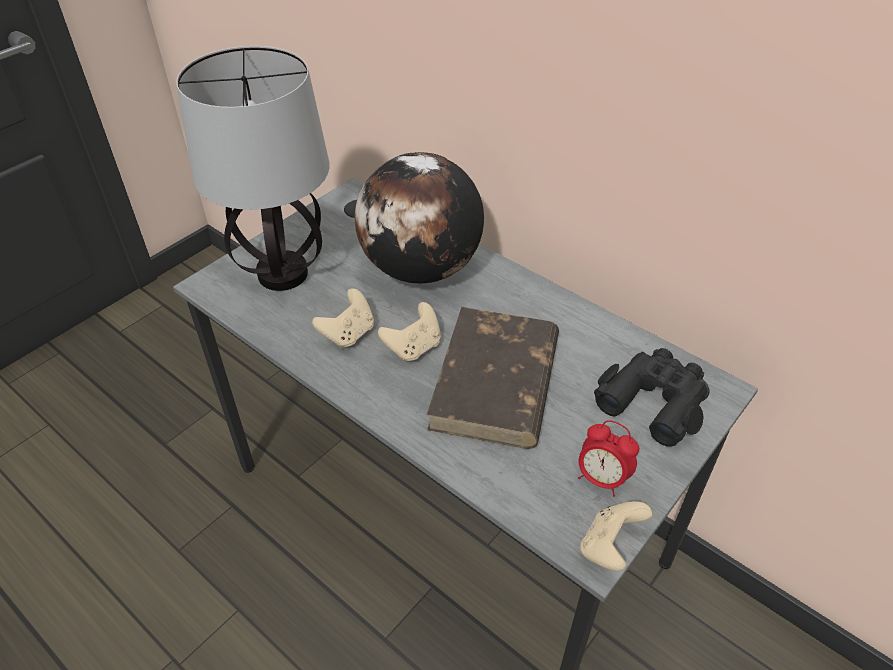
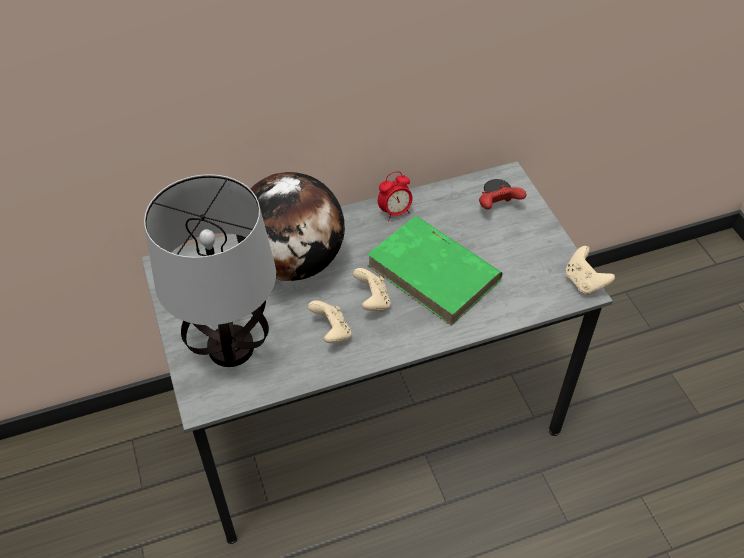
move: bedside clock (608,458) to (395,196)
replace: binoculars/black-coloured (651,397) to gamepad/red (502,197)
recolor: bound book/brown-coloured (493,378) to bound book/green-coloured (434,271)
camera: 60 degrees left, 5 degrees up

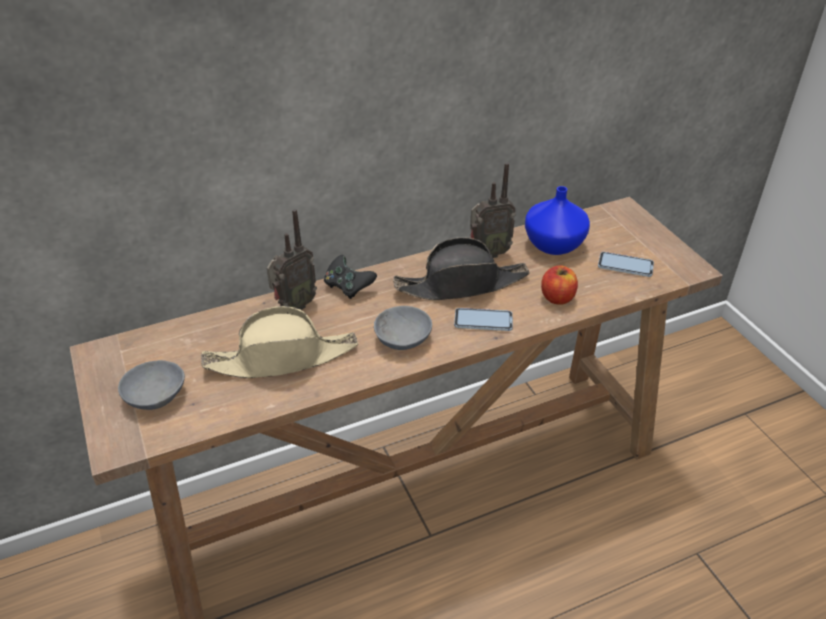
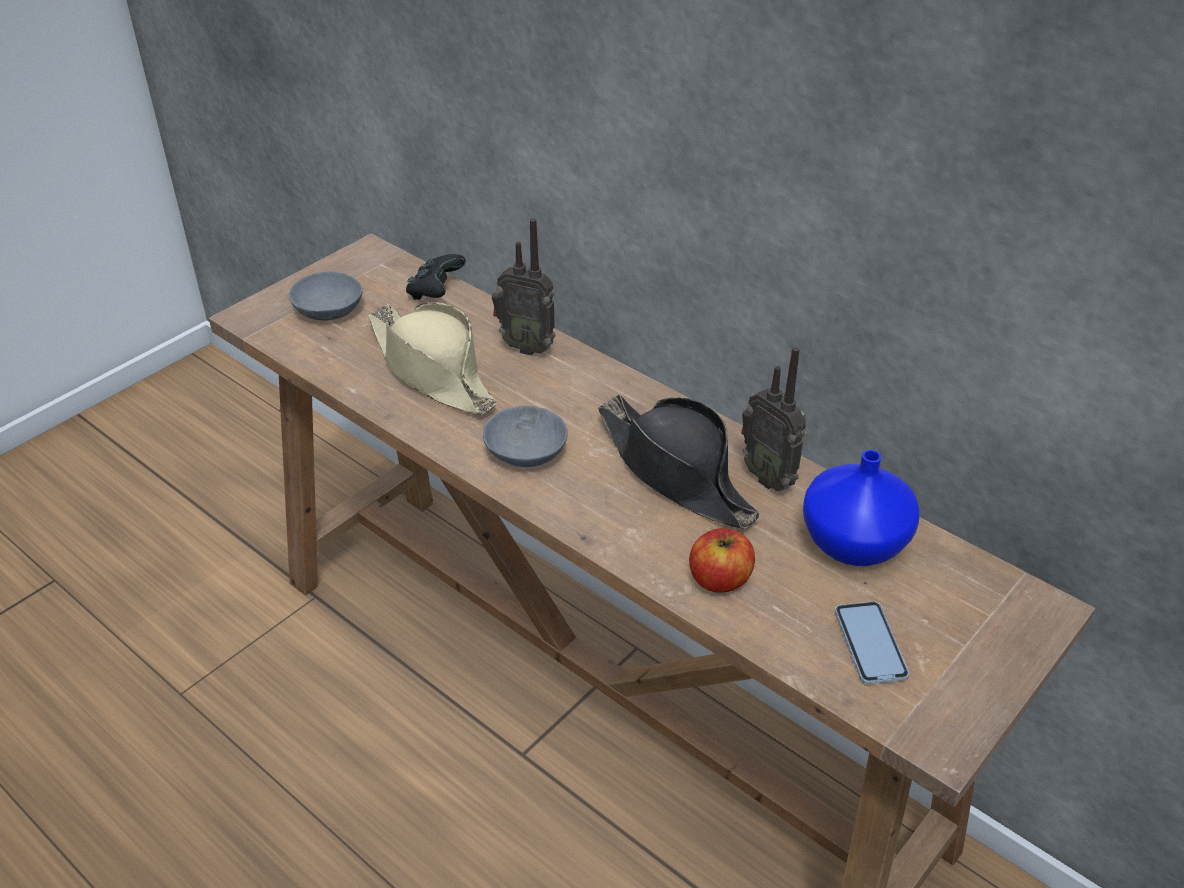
delete: handset (483,319)
move: gamepad/black-coloured (350,277) to (436,277)
camera: 65 degrees right, 0 degrees up

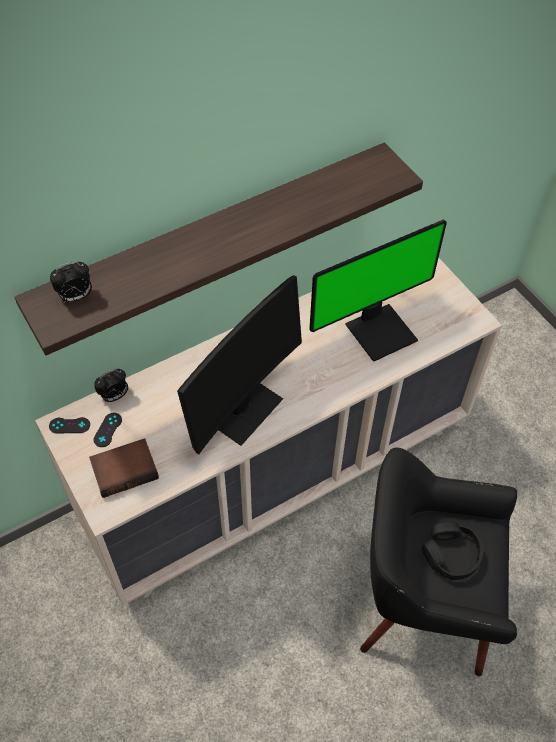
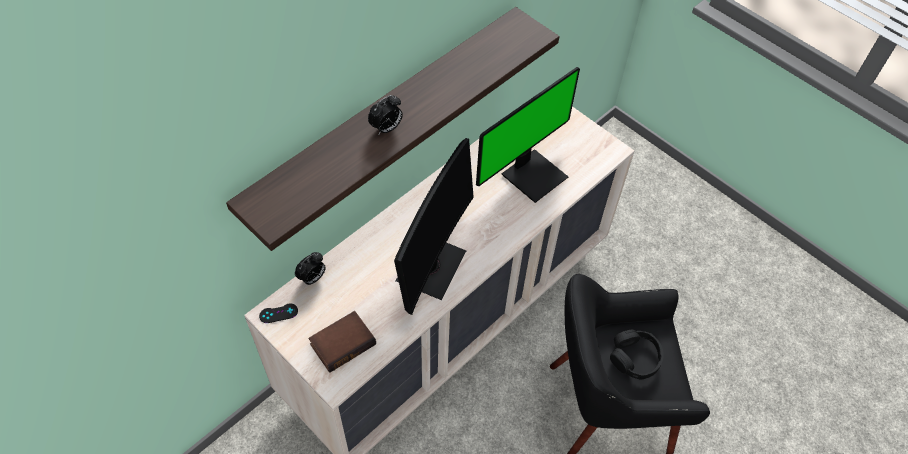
delete: gamepad/black-coloured (108,430)
move: bedside clock (71,282) to (385,114)
camera: 15 degrees left, 0 degrees up

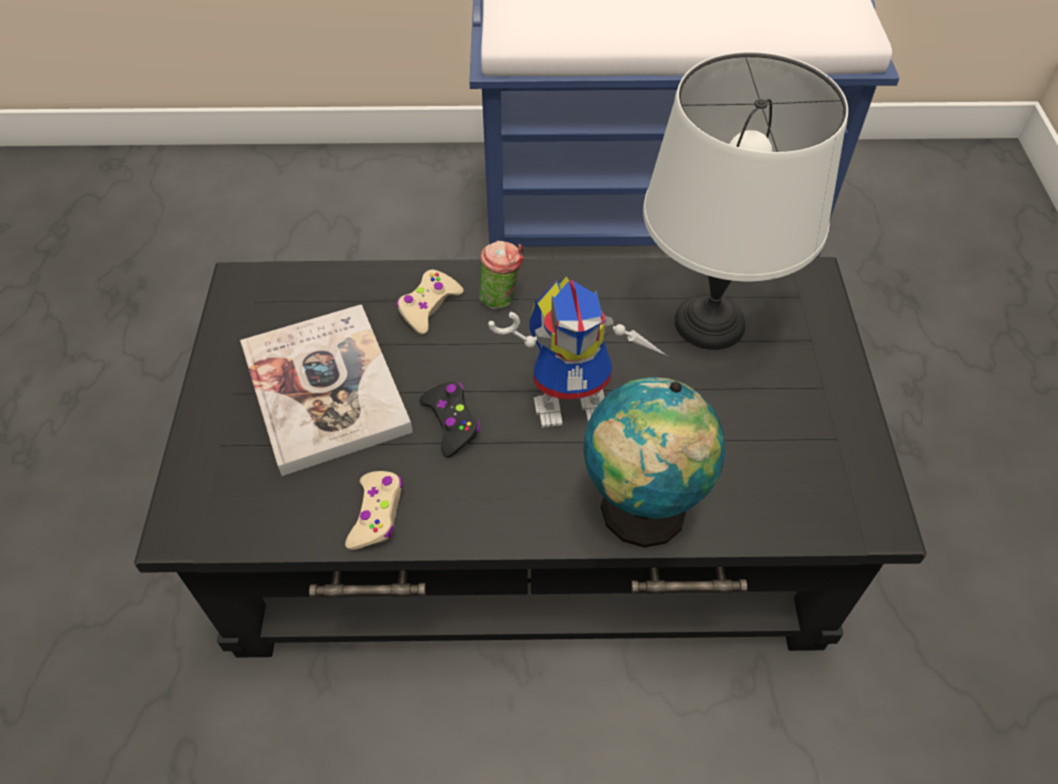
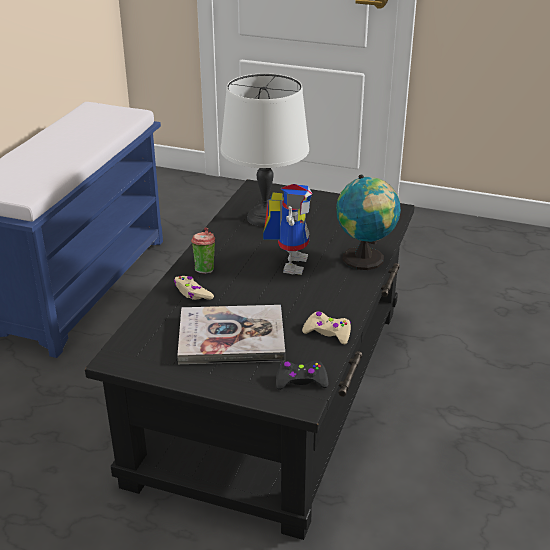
move: gamepad/black-coloured (449,420) to (302,375)
camera: 70 degrees left, 20 degrees down

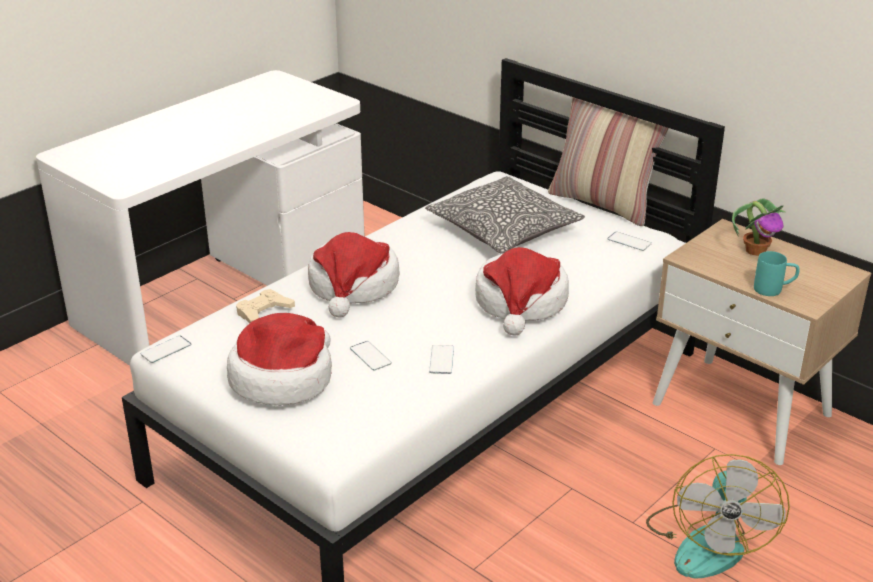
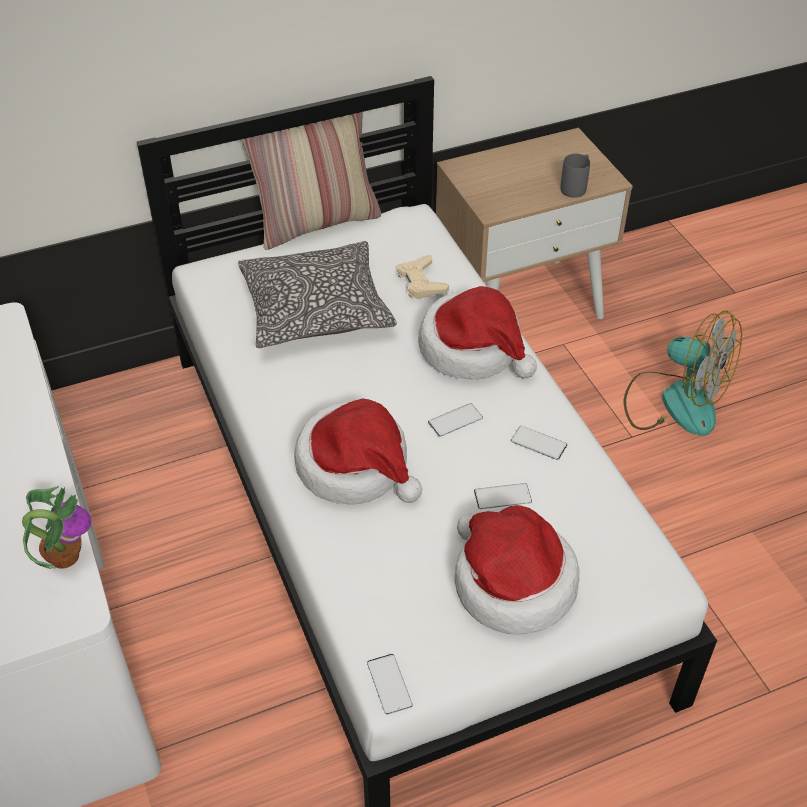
move: gamepad/sand-coloured (265,306) to (423,277); handset (629,241) to (455,420); plant in a pot (758,227) to (56,527)
recolor: mug/turquoise-coloured (777,273) to mug/gray (575,176)
camera: 65 degrees left, 15 degrees up

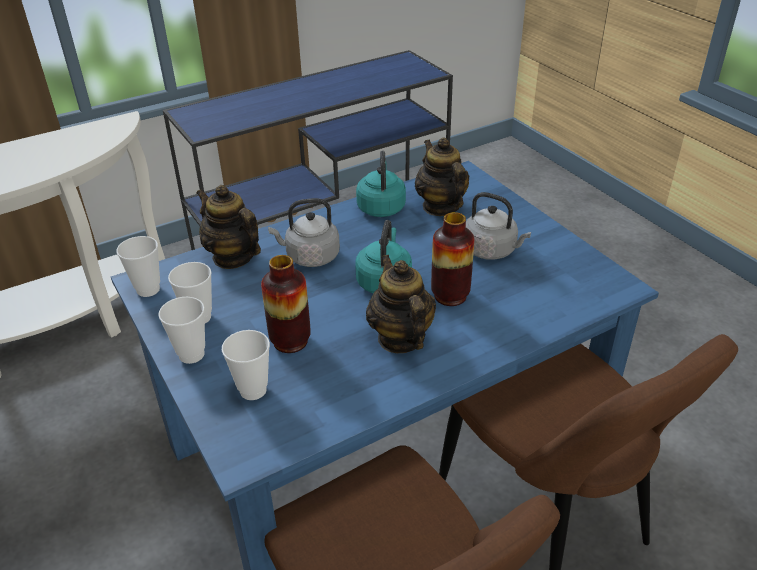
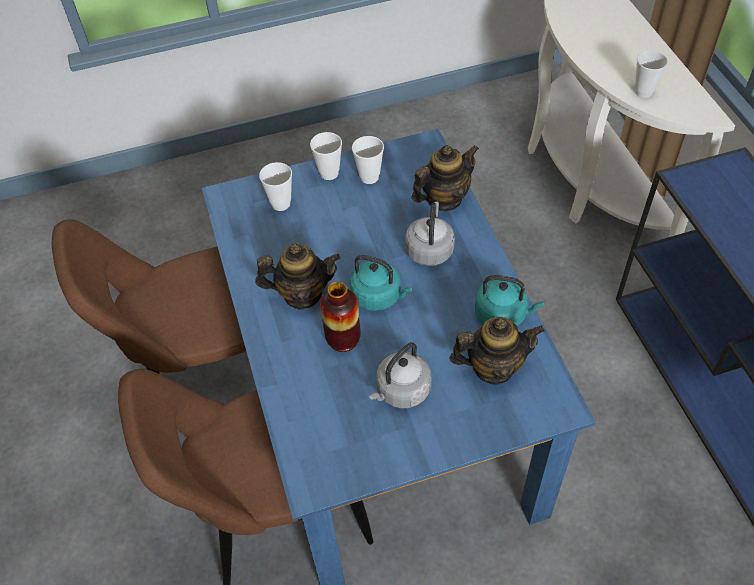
delete: flower vase (286,304)
move: small cup (138,266) to (651,74)
camera: 105 degrees right, 15 degrees up

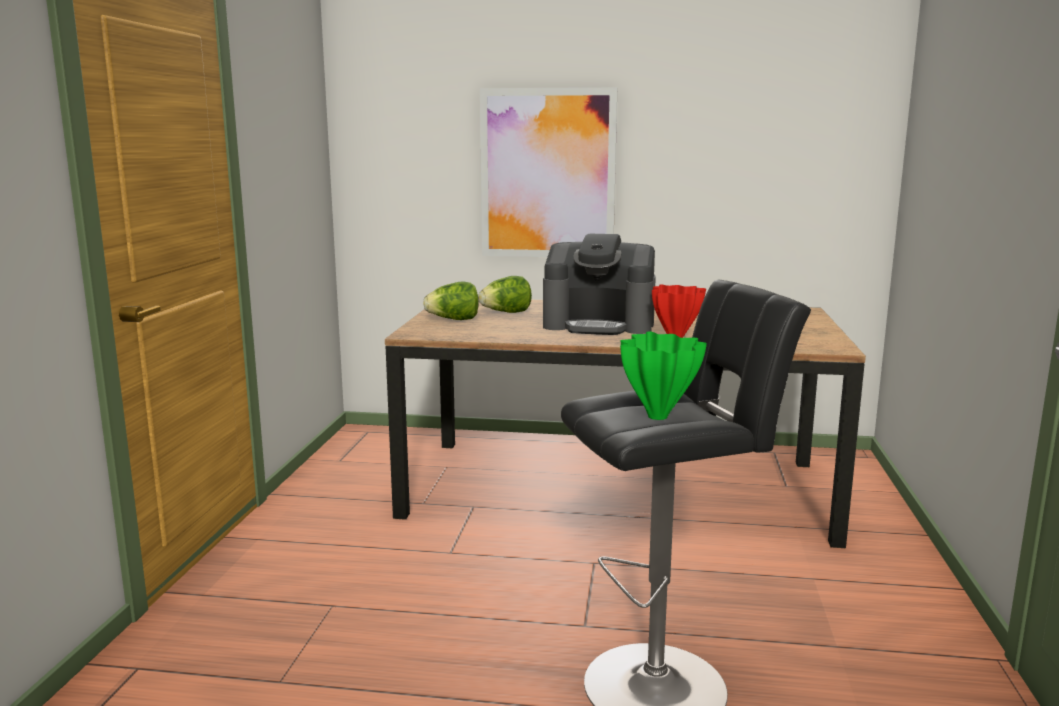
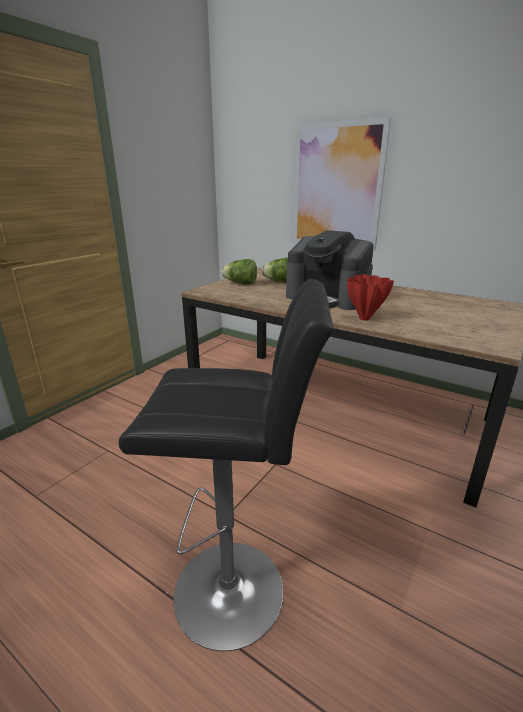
delete: flower vase/green-coloured (663,375)
camera: 25 degrees right, 10 degrees up

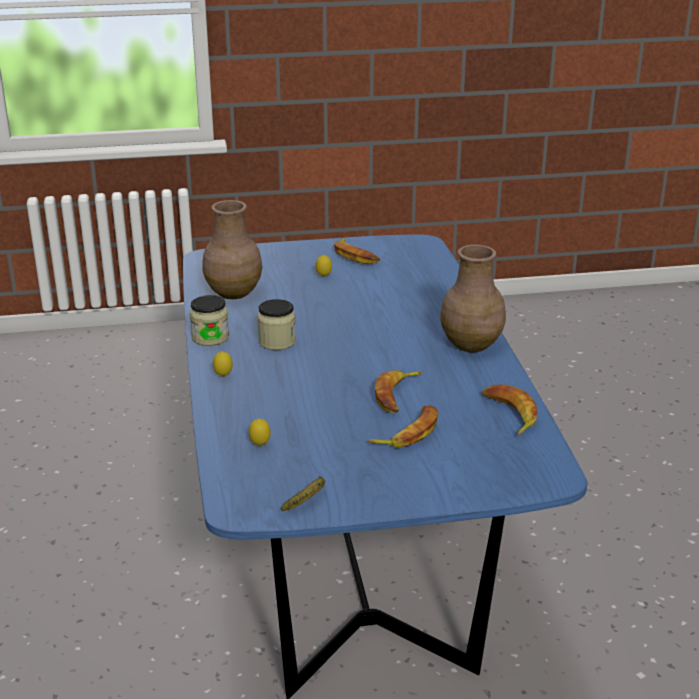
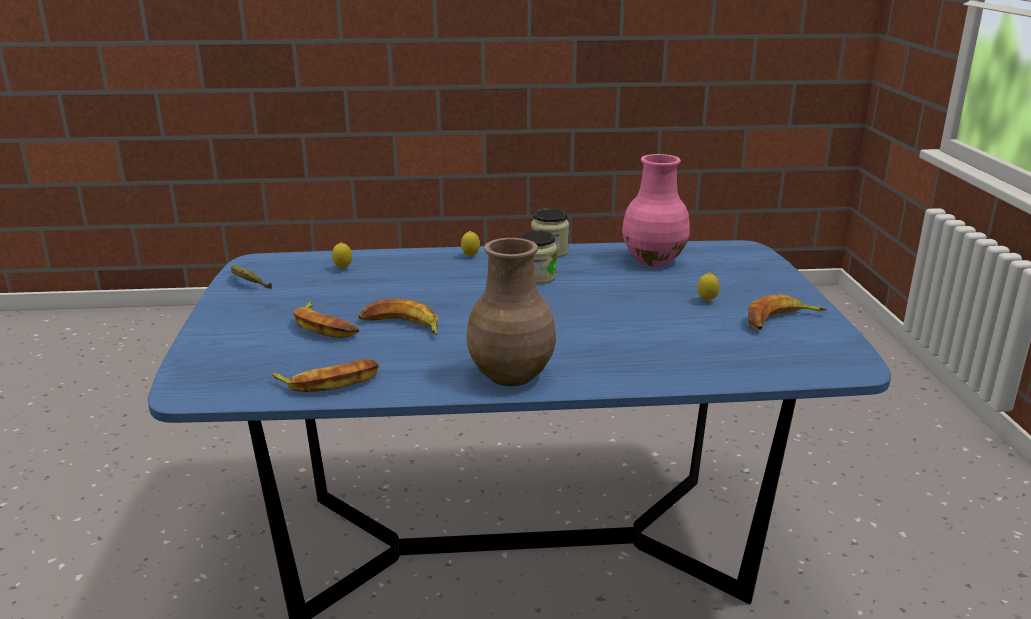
recolor: flower vase/brown-coloured (232,249) to flower vase/pink (656,210)
camera: 95 degrees right, 5 degrees down

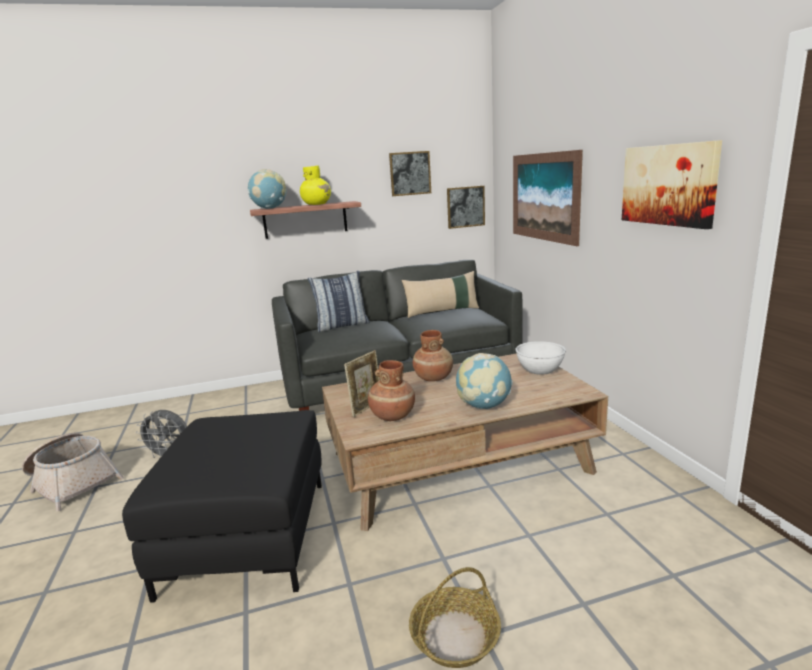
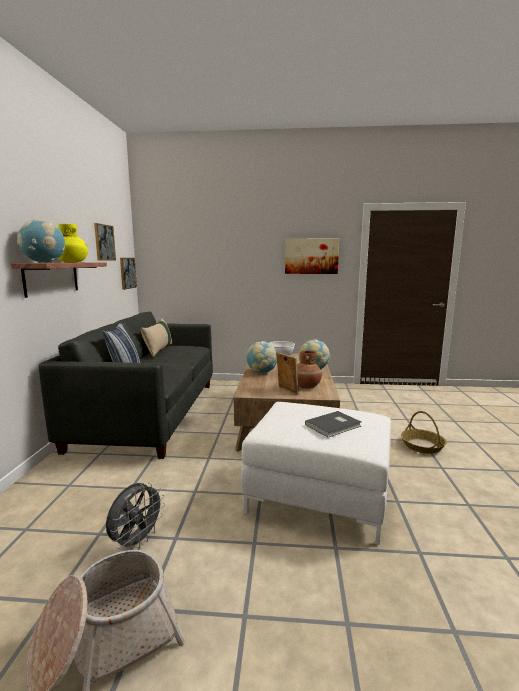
delete: wall picture (548,198)
insert: bound book/gray (333,424)
replace: flower vase/brown-coloured (433,355) to desk globe (261,357)
recolor: footrest/black-coloured (222,506) to footrest/whitish (316,473)
camera: 70 degrees left, 5 degrees down

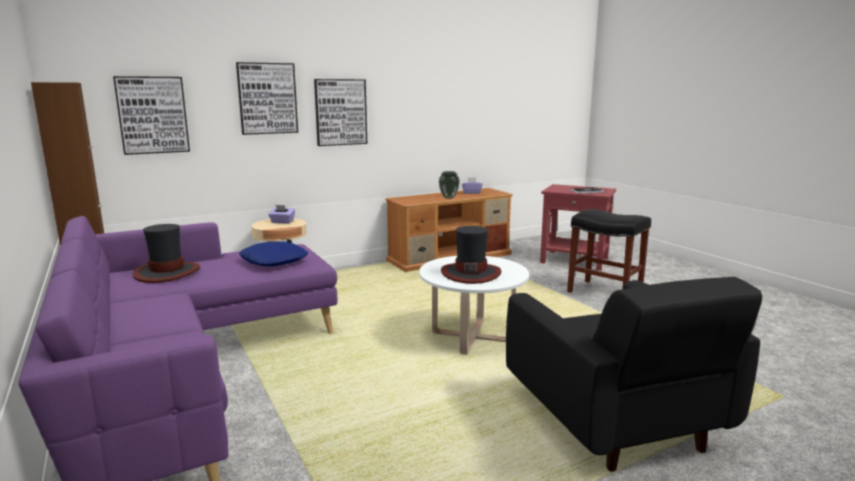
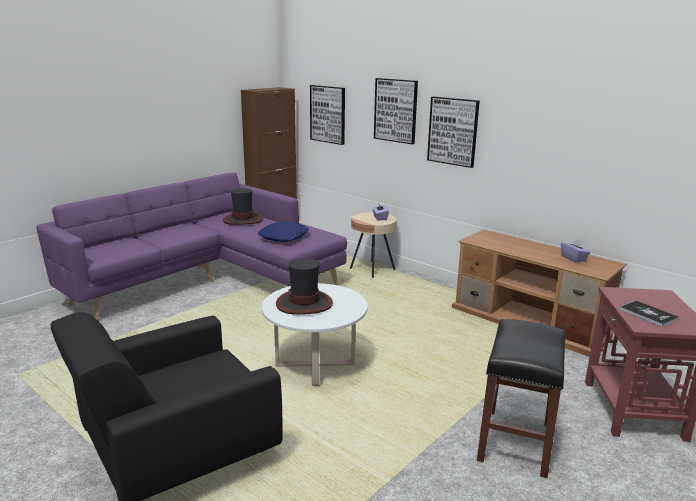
delete: flower vase (449,185)
camera: 70 degrees right, 5 degrees up

